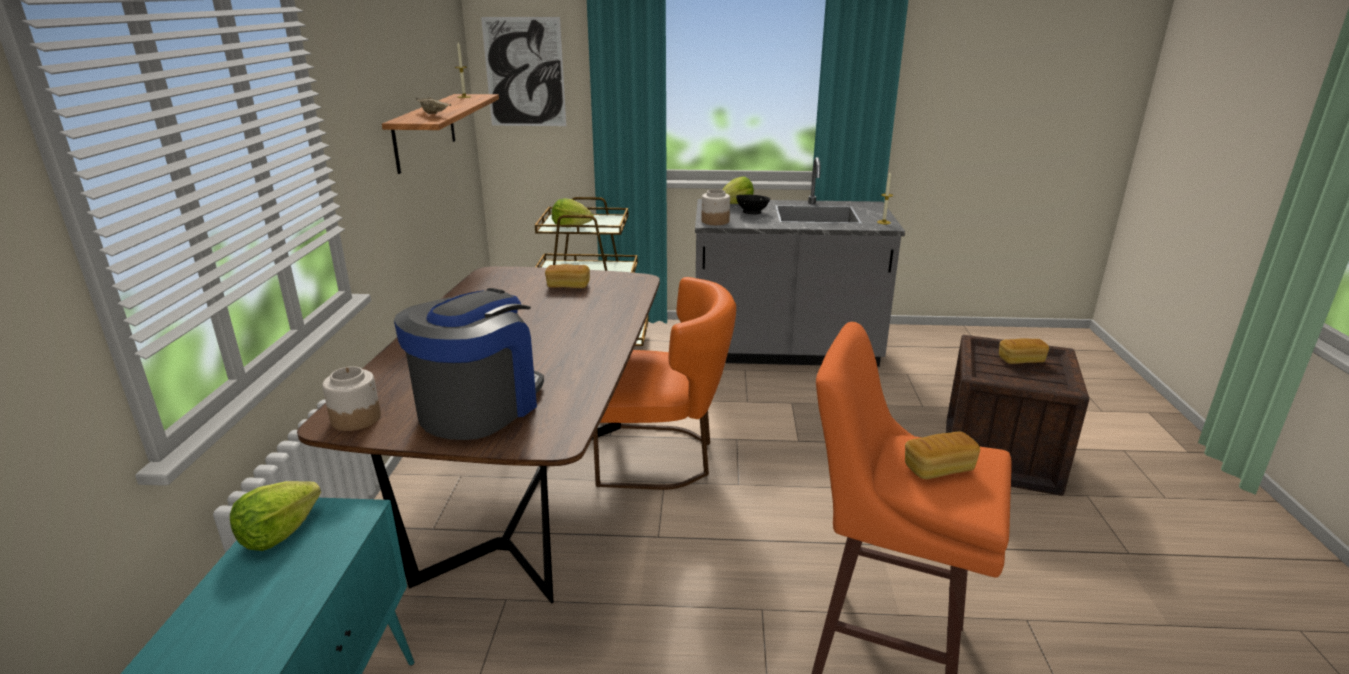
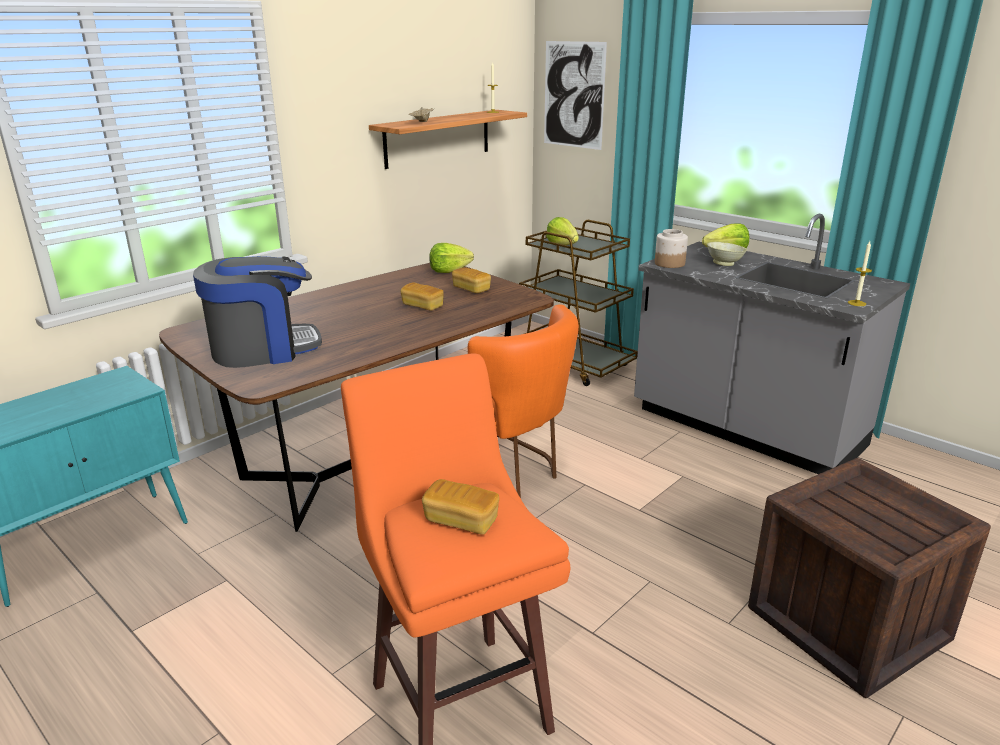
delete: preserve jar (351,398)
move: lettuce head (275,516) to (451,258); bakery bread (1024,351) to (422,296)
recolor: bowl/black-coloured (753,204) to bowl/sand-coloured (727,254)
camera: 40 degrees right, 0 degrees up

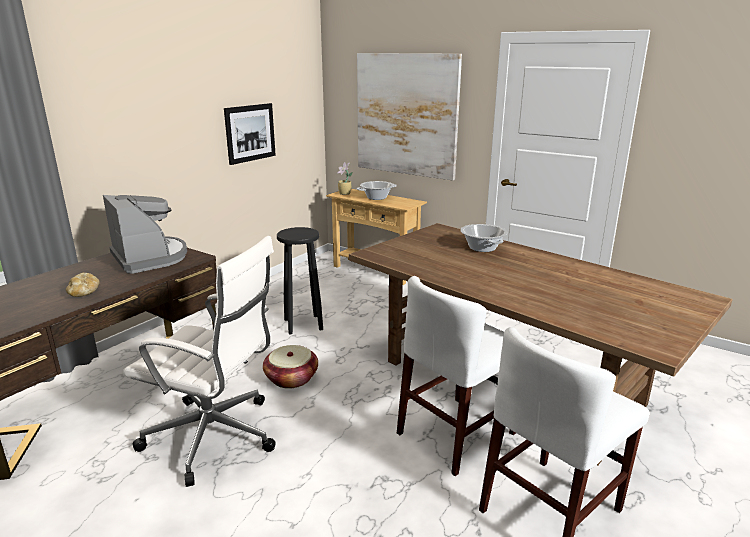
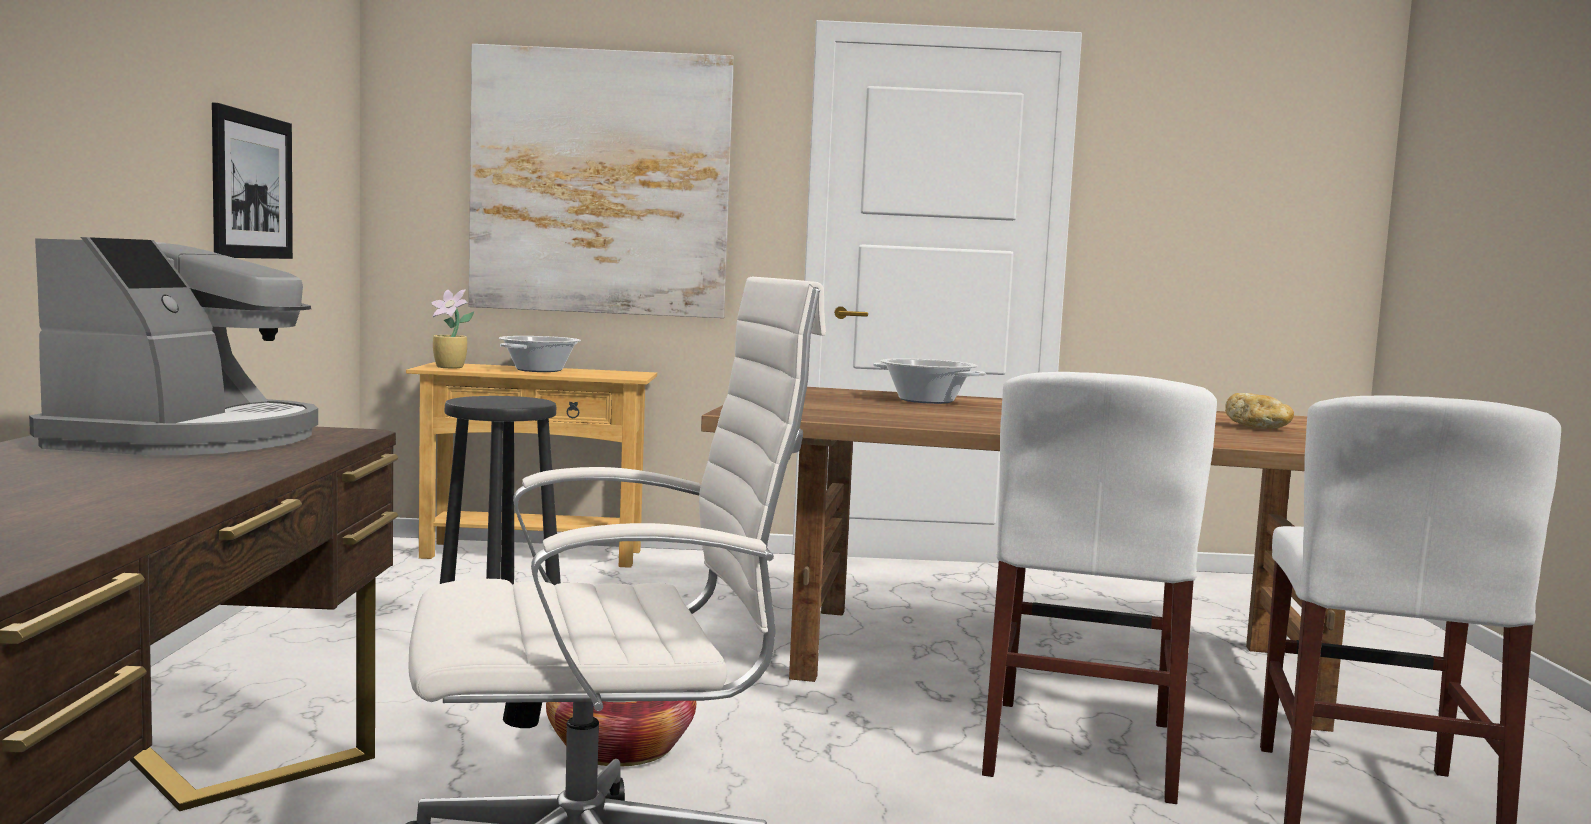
move: bakery bread (83,285) to (1259,411)
rotate: coffee machine (145,234) = (173,346) 75 degrees clockwise
camera: 35 degrees left, 15 degrees down

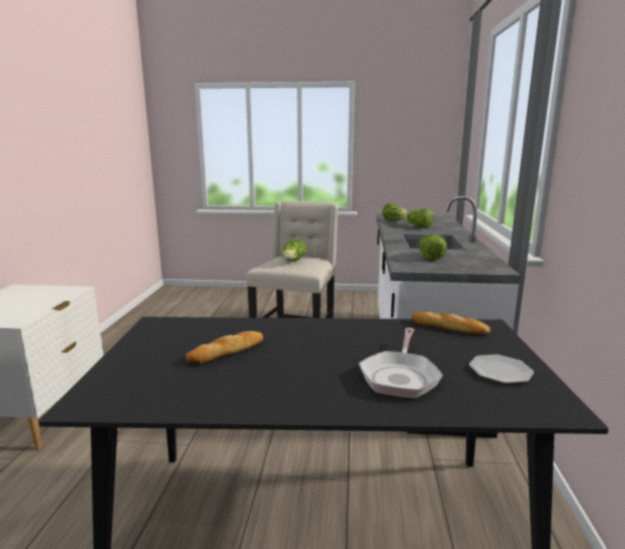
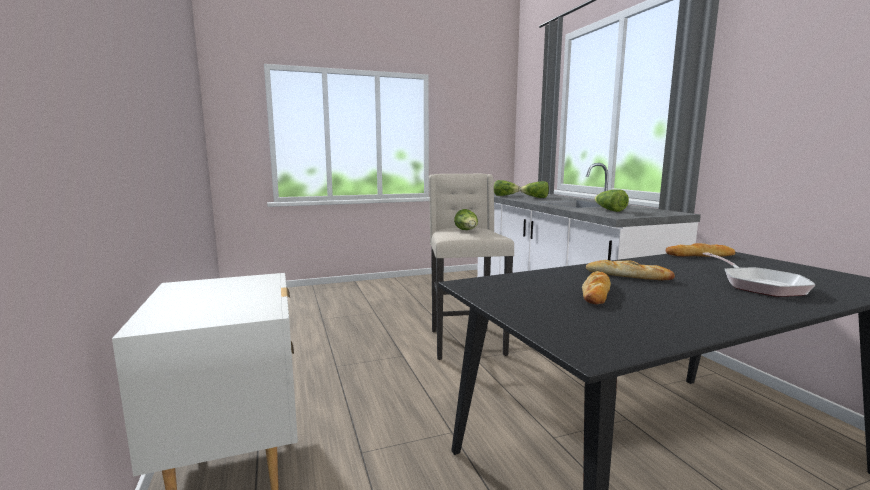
delete: dinner plate (501,369)
insert: bakery bread (630,270)
camera: 25 degrees left, 5 degrees down

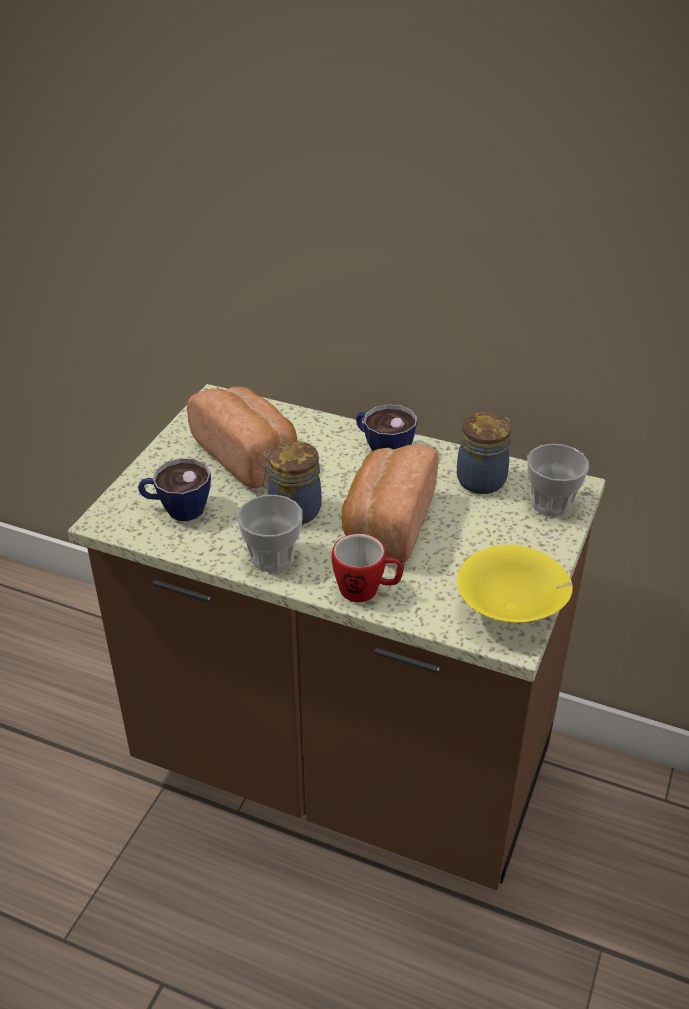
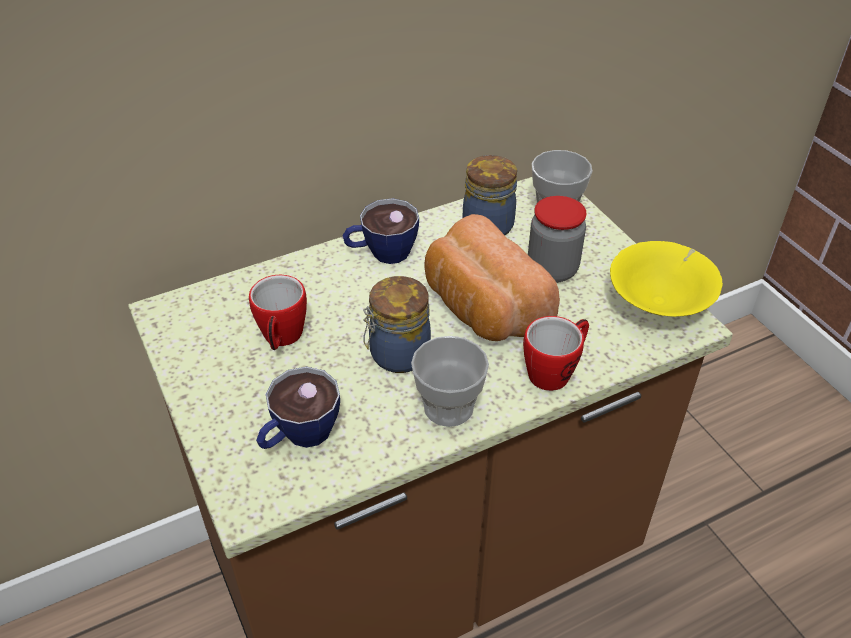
insert: preserve jar (557,239)
replace: bakery bread (242,437) to mug (278,312)
camera: 50 degrees left, 5 degrees up

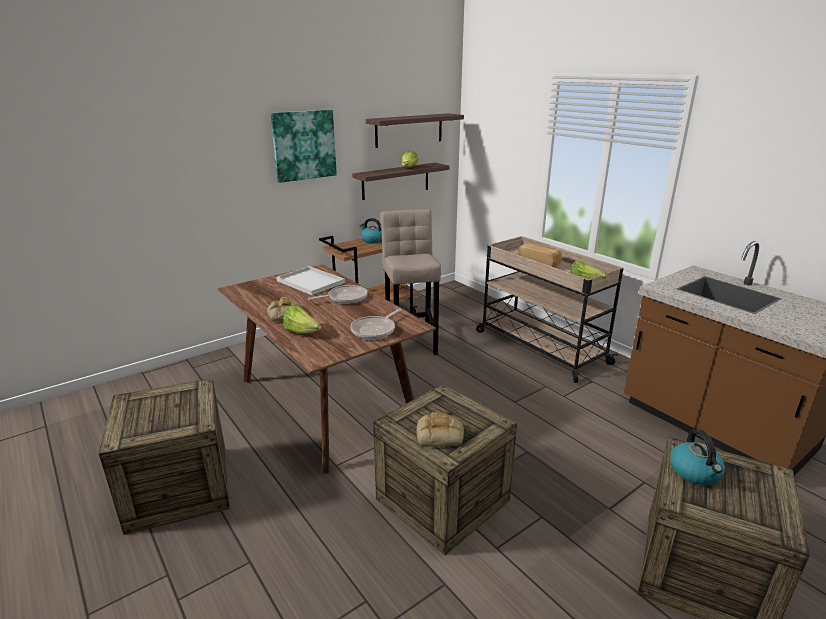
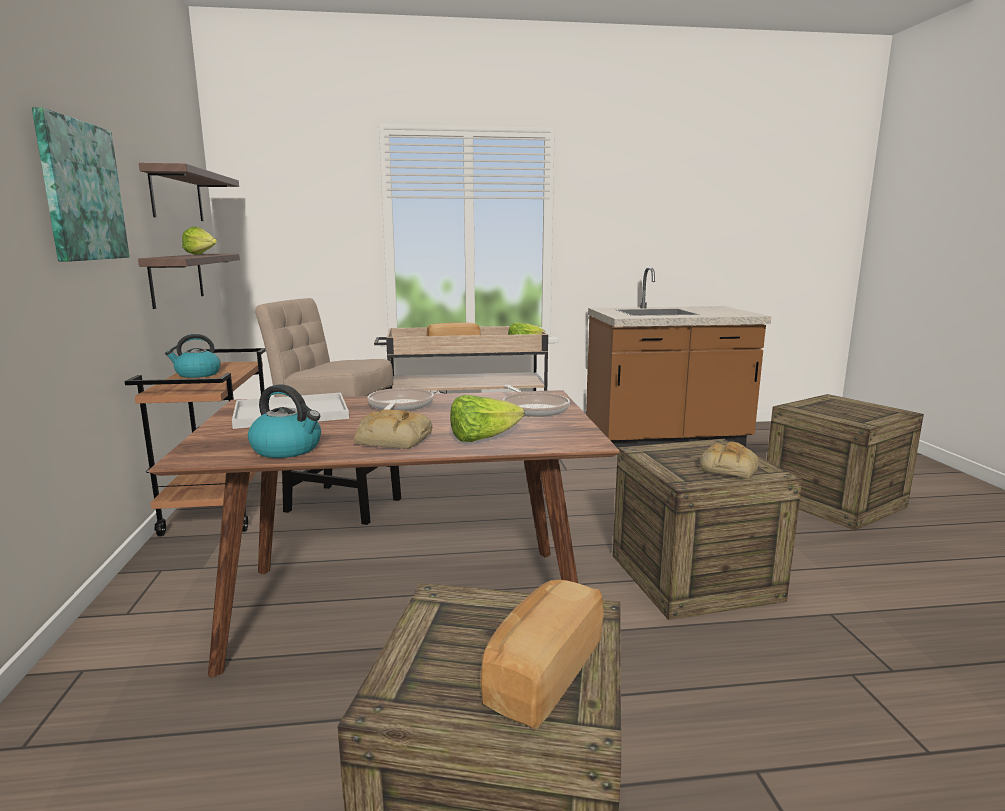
insert: bakery bread (542,655)
move: tea kettle (697,457) to (284,421)
camera: 60 degrees left, 10 degrees down

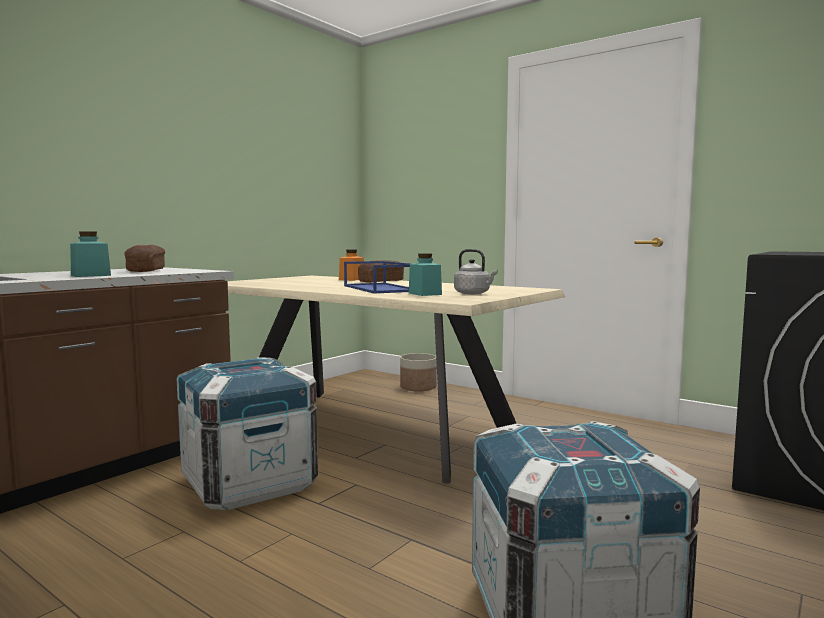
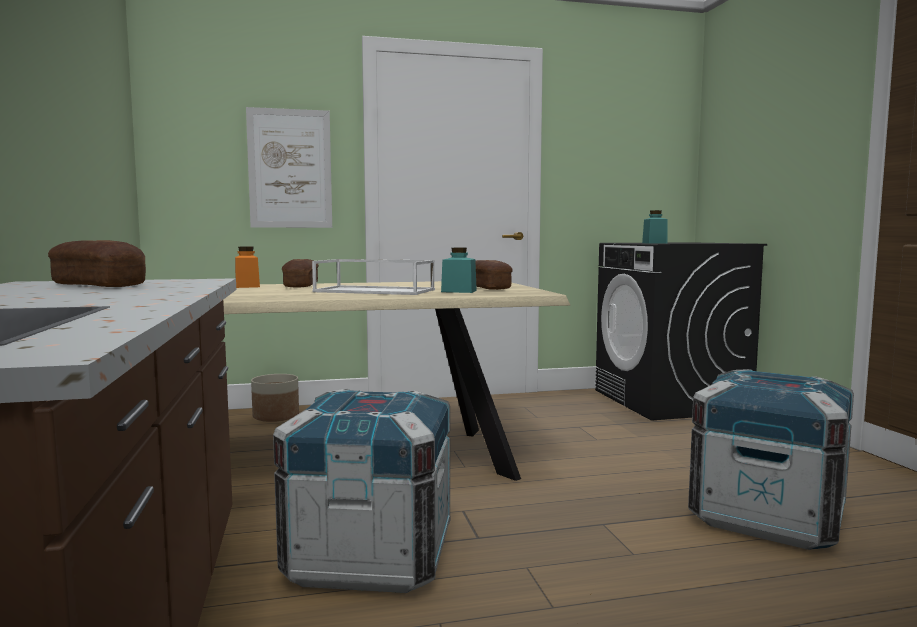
insert: wall picture (289,167)
move: preserve jar/turquoise-coloured (90,254) to (654,227)
replace: tea kettle/gray (476,271) to bakery bread (493,275)
recolor: serving tray/bluish (377,277) to serving tray/whitish (373,277)
camera: 50 degrees left, 0 degrees up

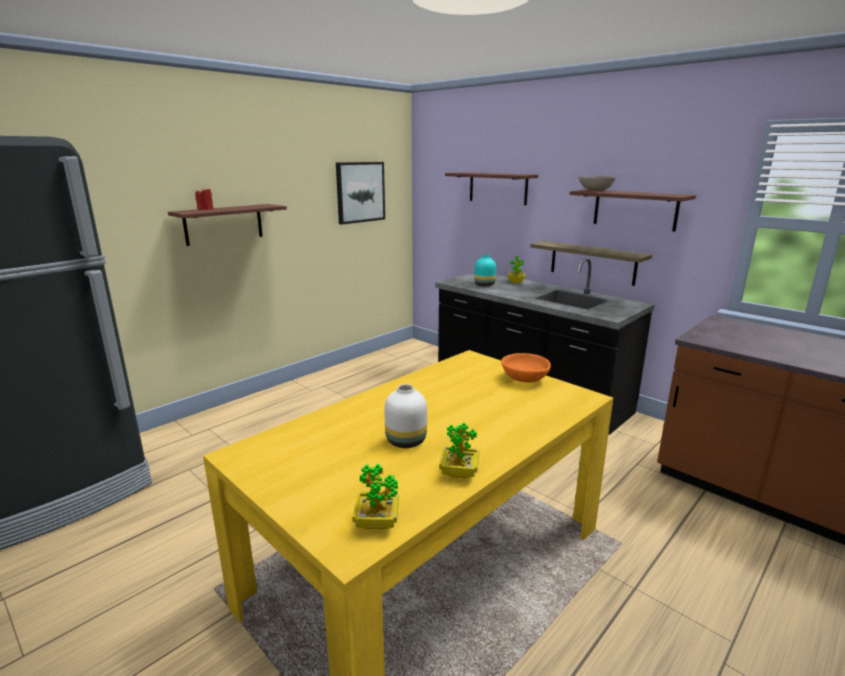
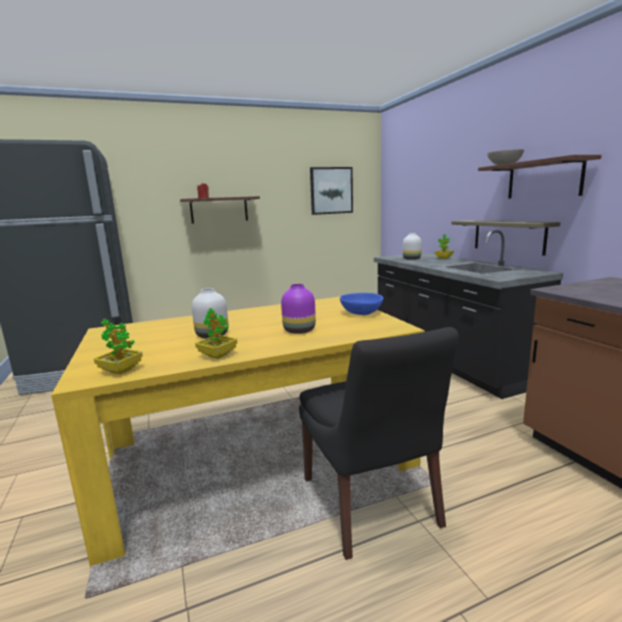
delete: shelf (491,188)
insert: flower vase/purple (298,309); plain chair/black-coloured (379,443)
recolor: flower vase/turquoise-coloured (485,271) to flower vase/whitish (412,246); bowl/orangey (526,368) to bowl/bluish (361,304)
camera: 25 degrees right, 5 degrees down

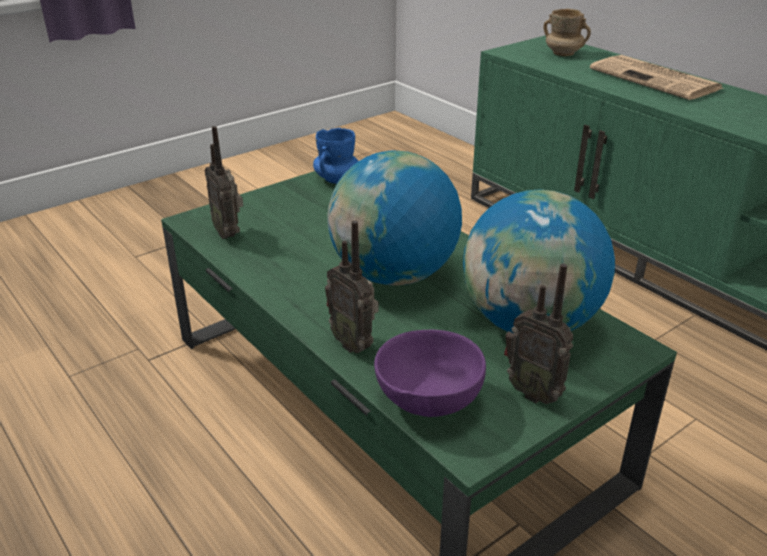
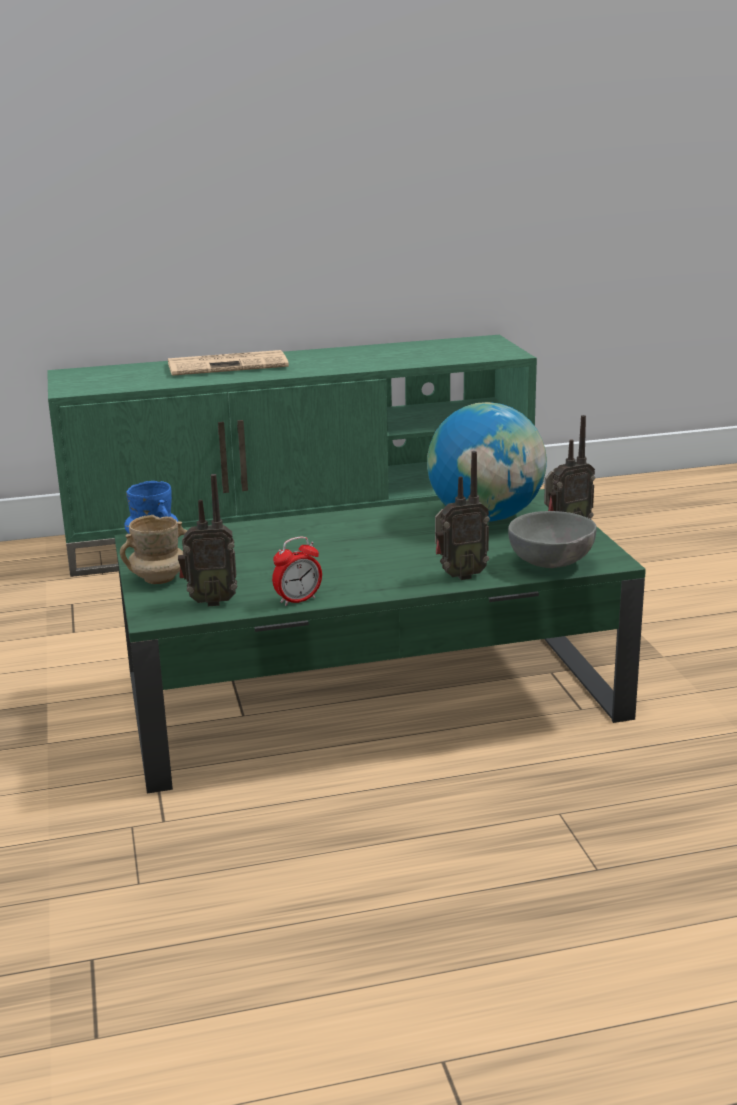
delete: desk globe (394,218)
insert: bedside clock (297,571)
move: mug/sand-coloured (567,32) to (154,549)
recolor: bowl/purple (430,373) to bowl/gray (552,539)
camera: 65 degrees left, 10 degrees down

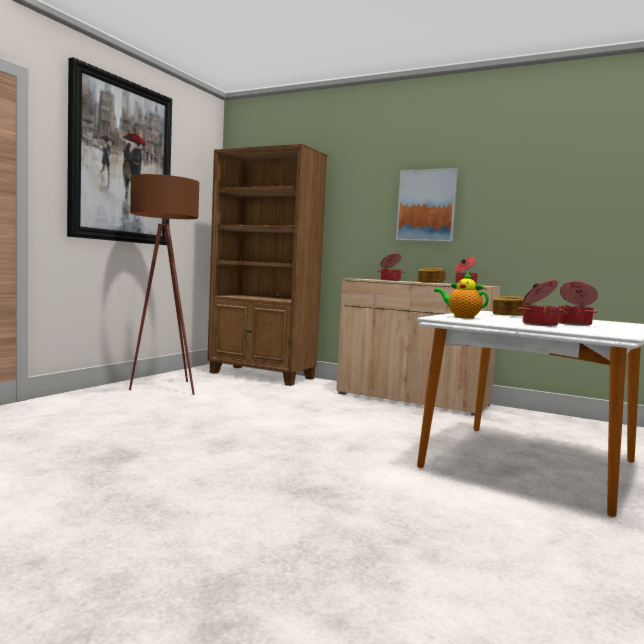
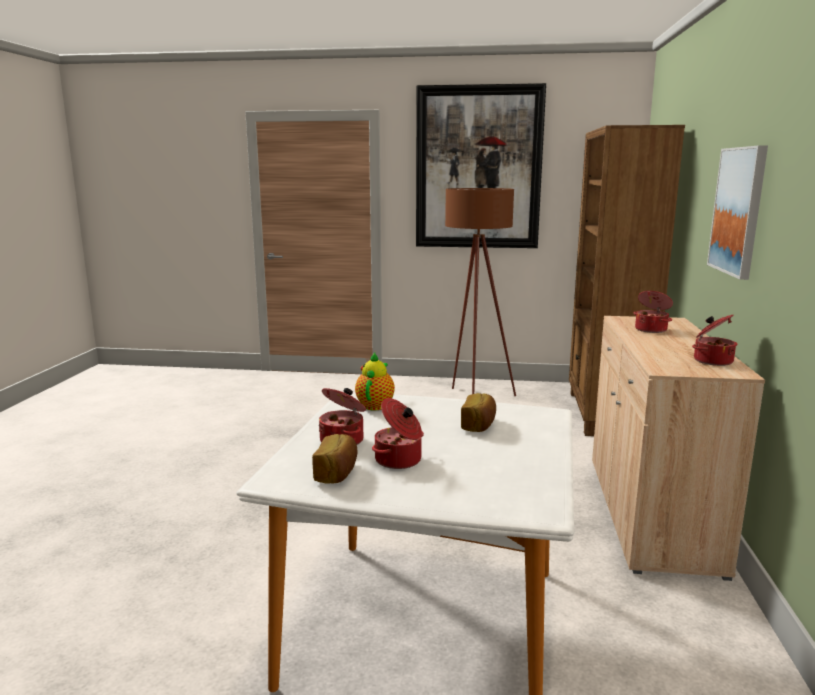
move: bakery bread (432,275) to (334,459)
camera: 70 degrees right, 10 degrees up

